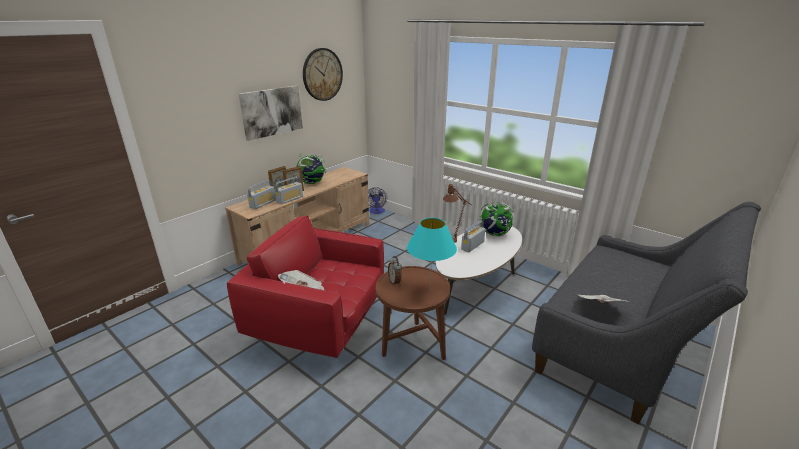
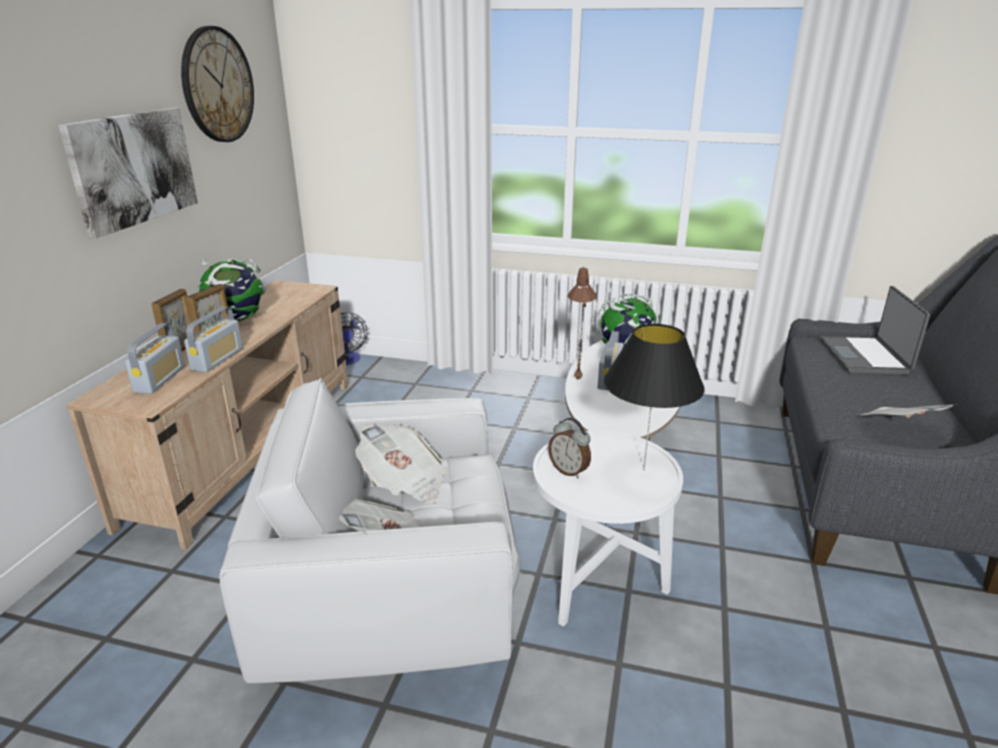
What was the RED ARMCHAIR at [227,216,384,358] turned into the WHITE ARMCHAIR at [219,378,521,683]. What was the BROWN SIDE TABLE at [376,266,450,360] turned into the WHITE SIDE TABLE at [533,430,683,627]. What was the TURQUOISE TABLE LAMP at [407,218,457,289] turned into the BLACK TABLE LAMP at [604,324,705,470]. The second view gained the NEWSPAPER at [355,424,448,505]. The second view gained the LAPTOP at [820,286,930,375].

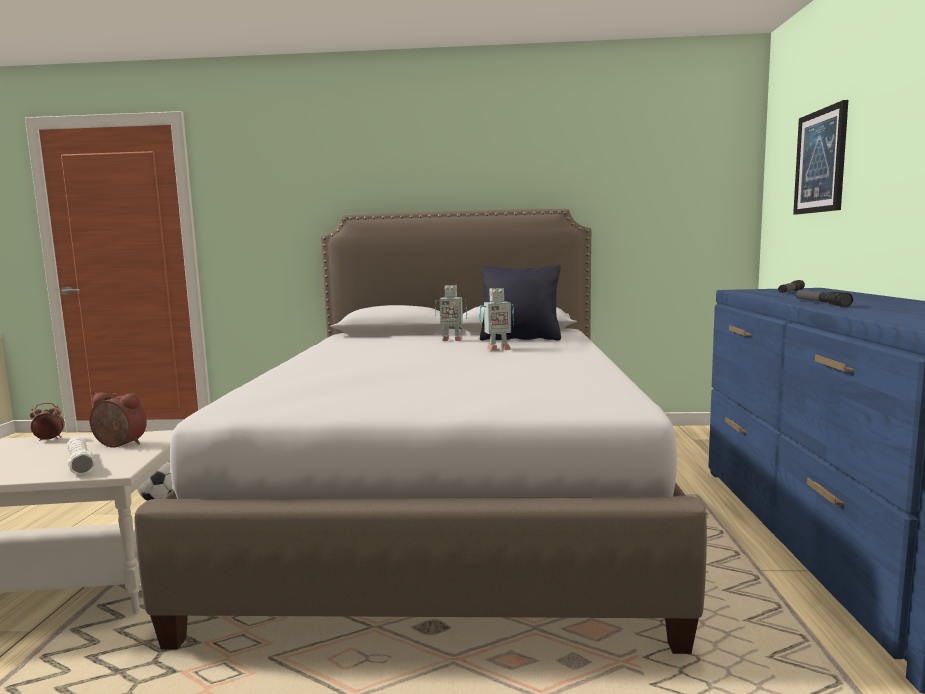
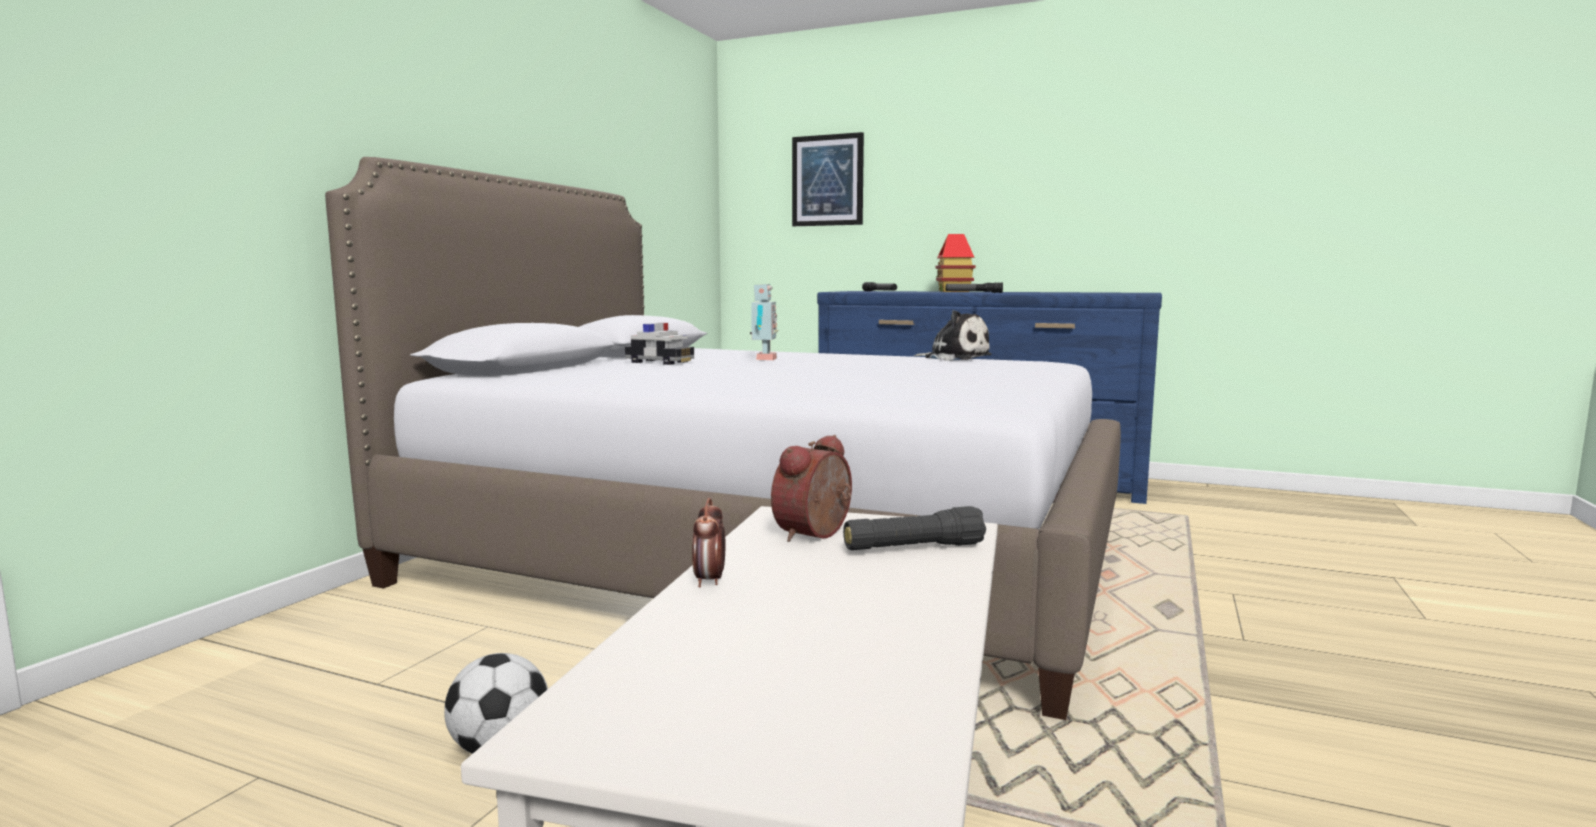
What was the WHITE FLASHLIGHT at [67,437,96,475] turned into the BLACK FLASHLIGHT at [843,506,986,550]. Where the TOY ROBOT stood at [435,285,467,341], the TOY CAR came to stand at [625,323,694,365]. The second view lost the BLACK PILLOW at [480,265,561,341]. The second view gained the PLUSH TOY at [914,310,992,361]. The second view gained the TOY HOUSE at [935,234,976,292].

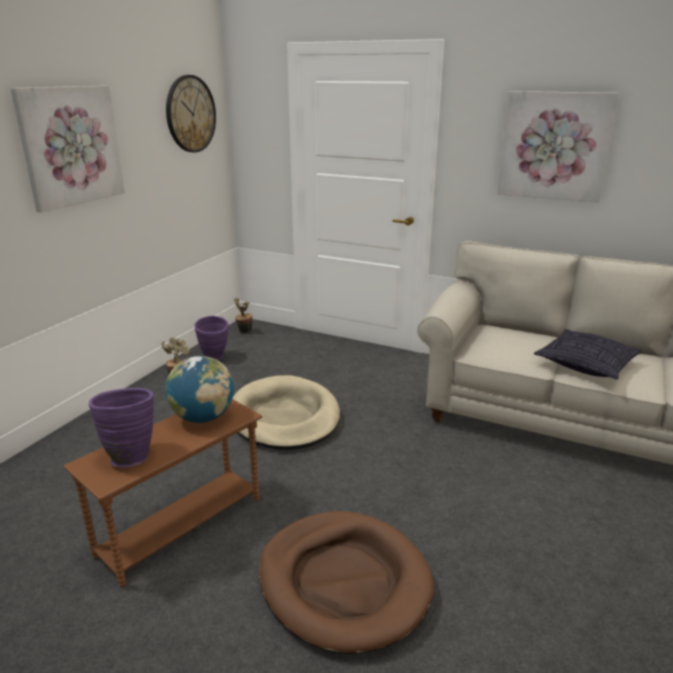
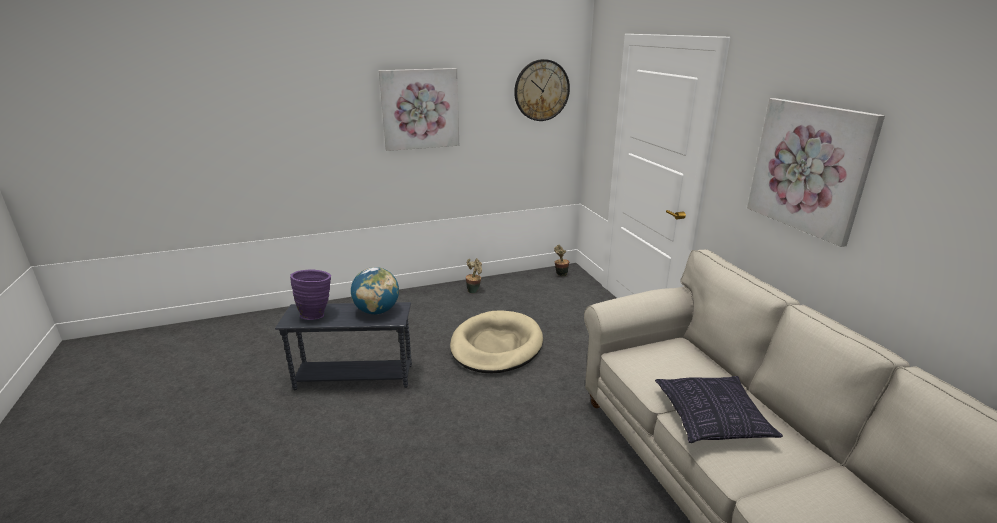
What was the BROWN SIDE TABLE at [63,399,262,587] turned into the GREY SIDE TABLE at [275,302,412,390]. The second view lost the PURPLE VASE at [194,316,229,360]. The second view lost the BROWN DOG BED at [259,511,434,654].

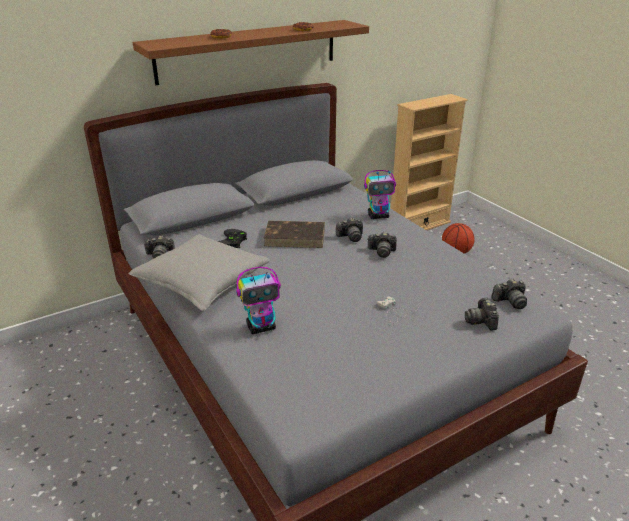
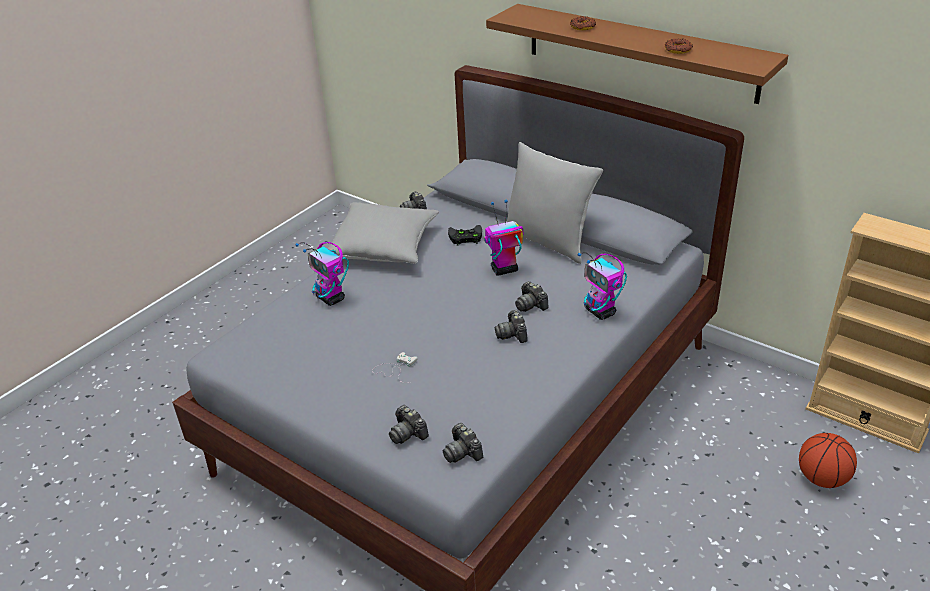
Where the BROWN BOOK stood at [264,221,325,248], the TOY ROBOT came to stand at [484,199,524,276]. The PHOTO CAMERA at [465,298,499,330] ended up facing another way, 105 degrees counterclockwise from before. The second view gained the GREY PILLOW at [507,142,603,264].

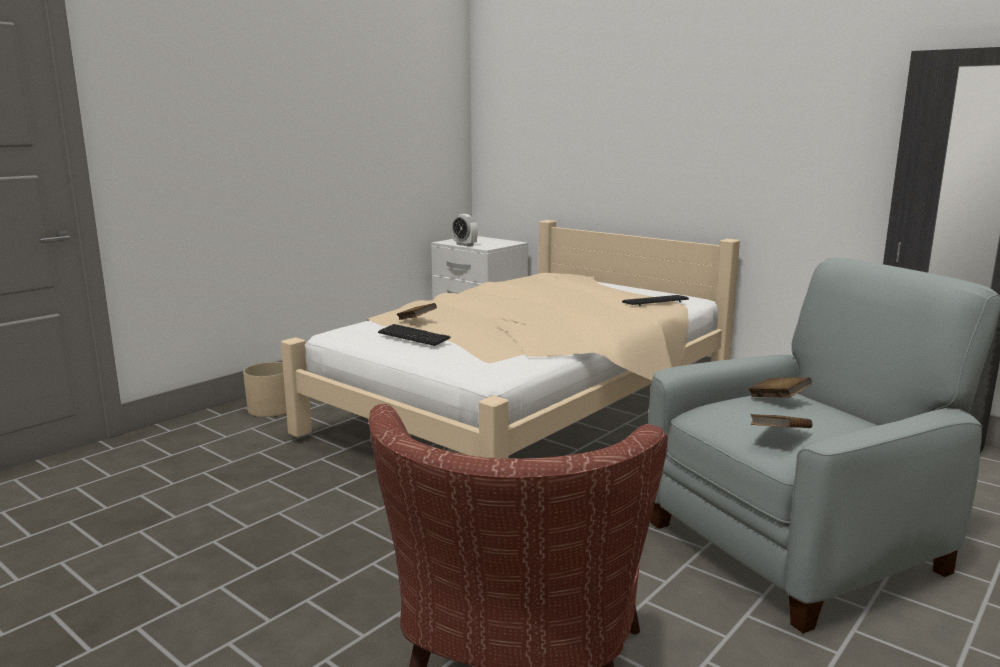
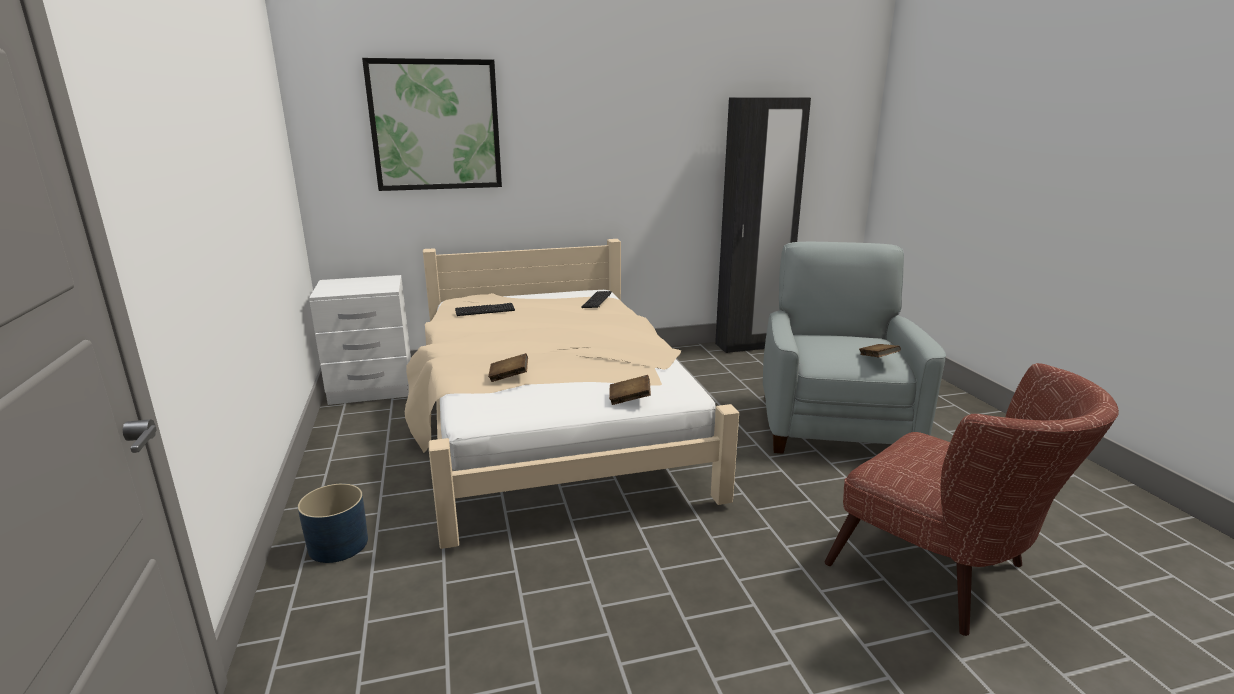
What was the BEIGE PLANTER at [243,362,286,417] turned into the BLUE PLANTER at [298,484,368,563]. The KEYBOARD ended up elsewhere, having gone from [378,324,450,346] to [455,303,515,316]. The second view lost the ALARM CLOCK at [452,214,478,246]. The BROWN BOOK ended up elsewhere, having gone from [749,377,812,398] to [609,375,651,405]. The second view gained the PICTURE at [362,58,502,191].

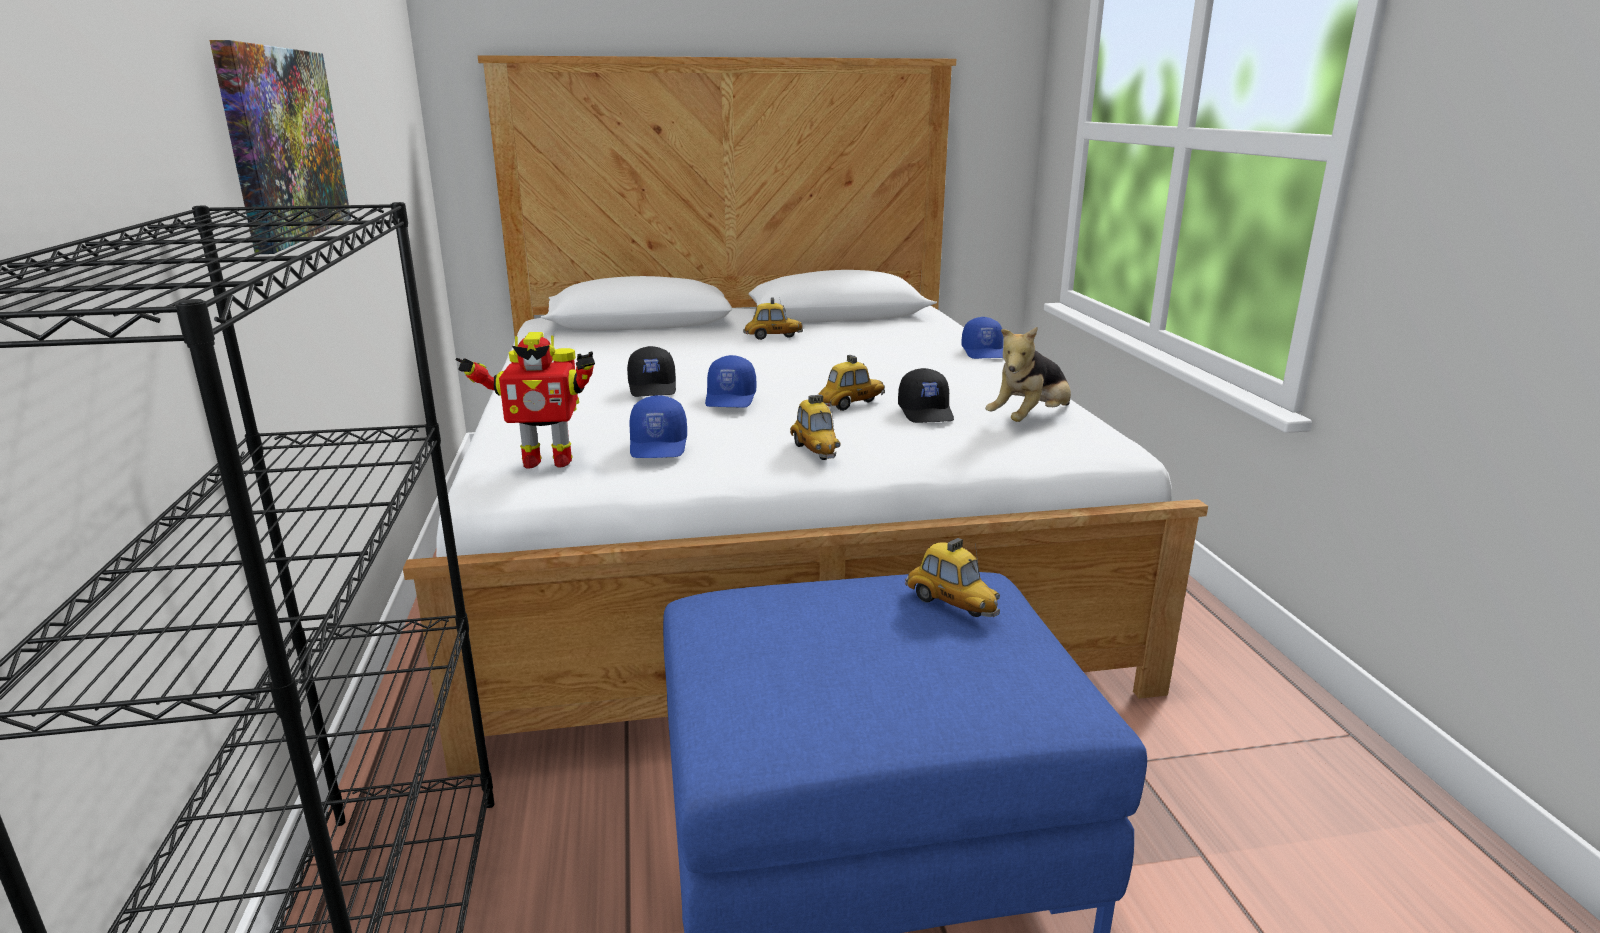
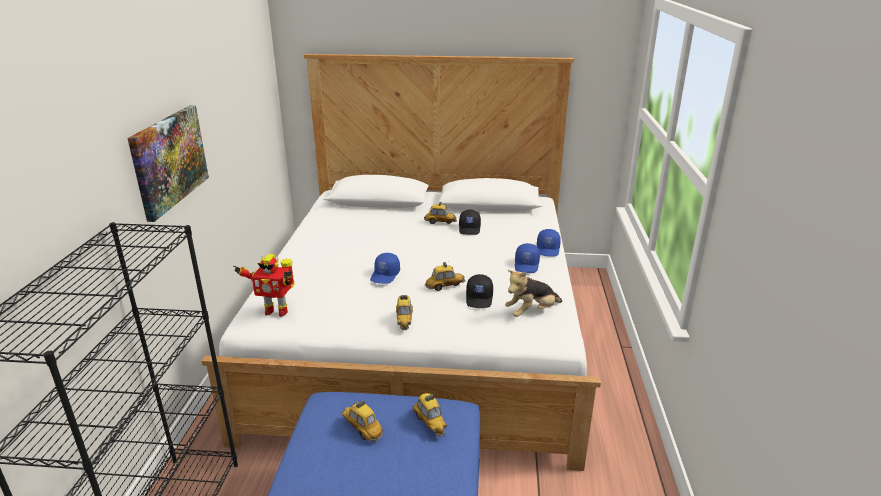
The BLACK CAP ended up elsewhere, having gone from [627,346,676,397] to [459,210,481,235]. The BLUE CAP ended up elsewhere, having gone from [629,395,687,458] to [515,243,540,273]. The second view gained the TOY CAR at [342,400,384,443].

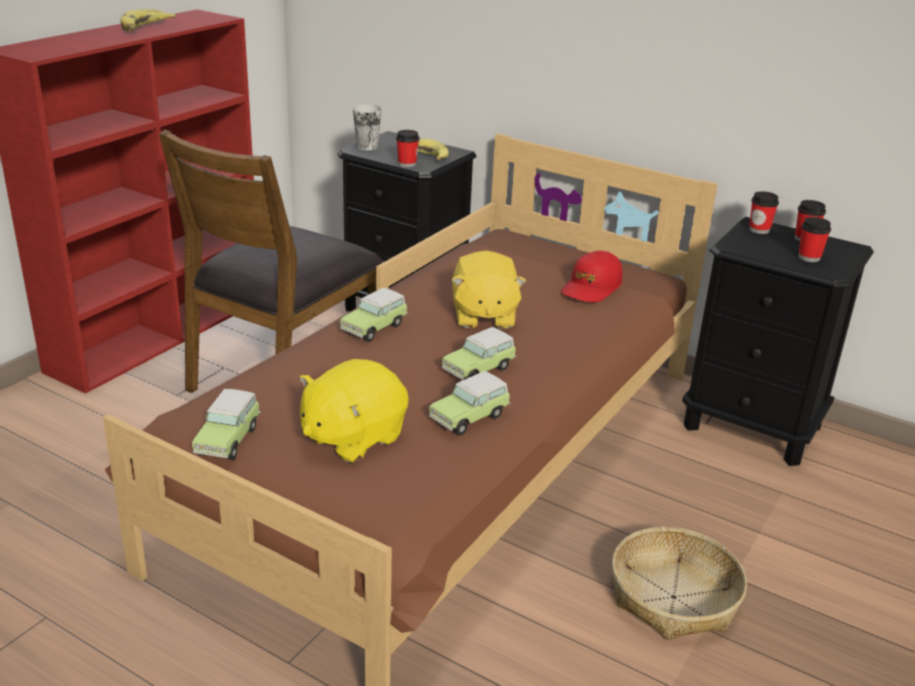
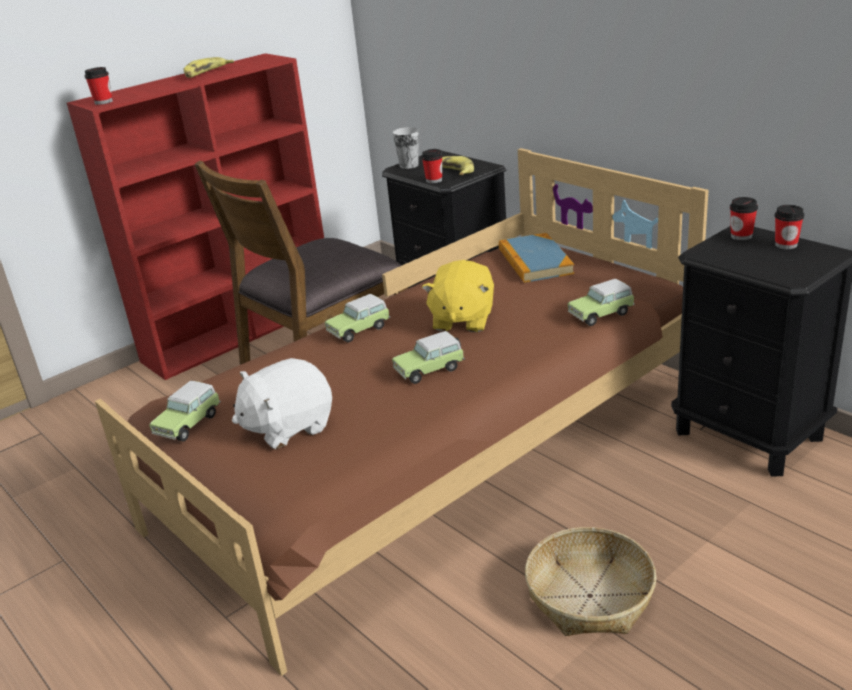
What was the YELLOW PLUSH TOY at [299,359,409,463] turned into the WHITE PLUSH TOY at [232,358,332,449]. The TOY CAR ended up elsewhere, having gone from [429,371,510,435] to [568,279,635,326]. The second view lost the RED CAP at [561,251,622,302]. The CUP ended up elsewhere, having gone from [798,217,831,262] to [85,67,113,105]. The second view gained the BOOK at [499,233,574,283].

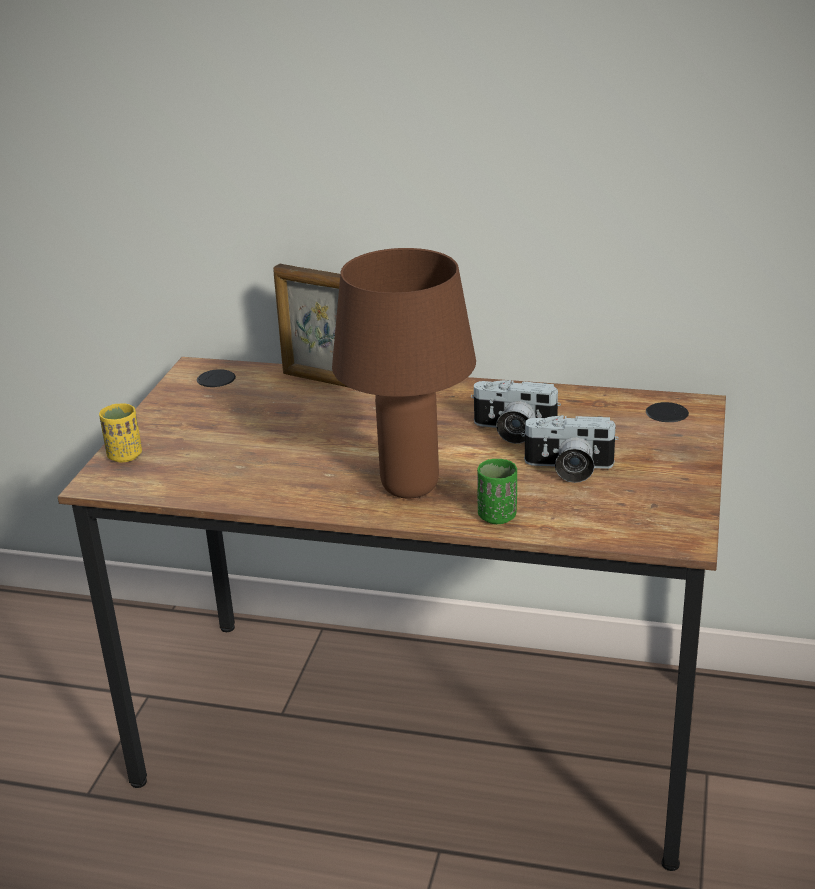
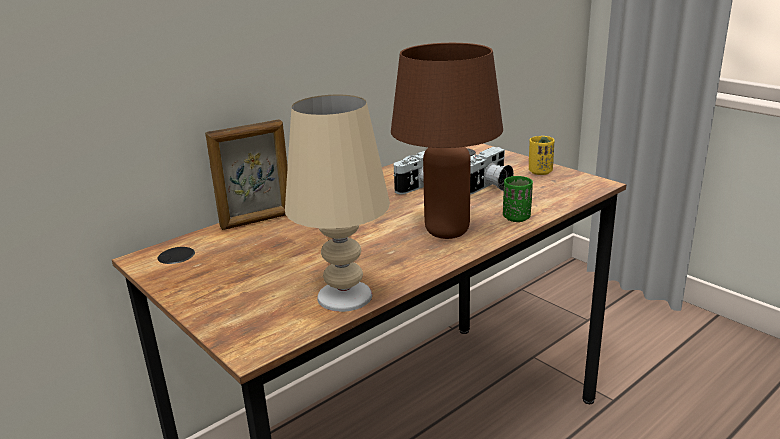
The YELLOW CUP ended up elsewhere, having gone from [99,403,142,463] to [529,136,554,175]. The second view gained the BEIGE TABLE LAMP at [285,95,390,312].

